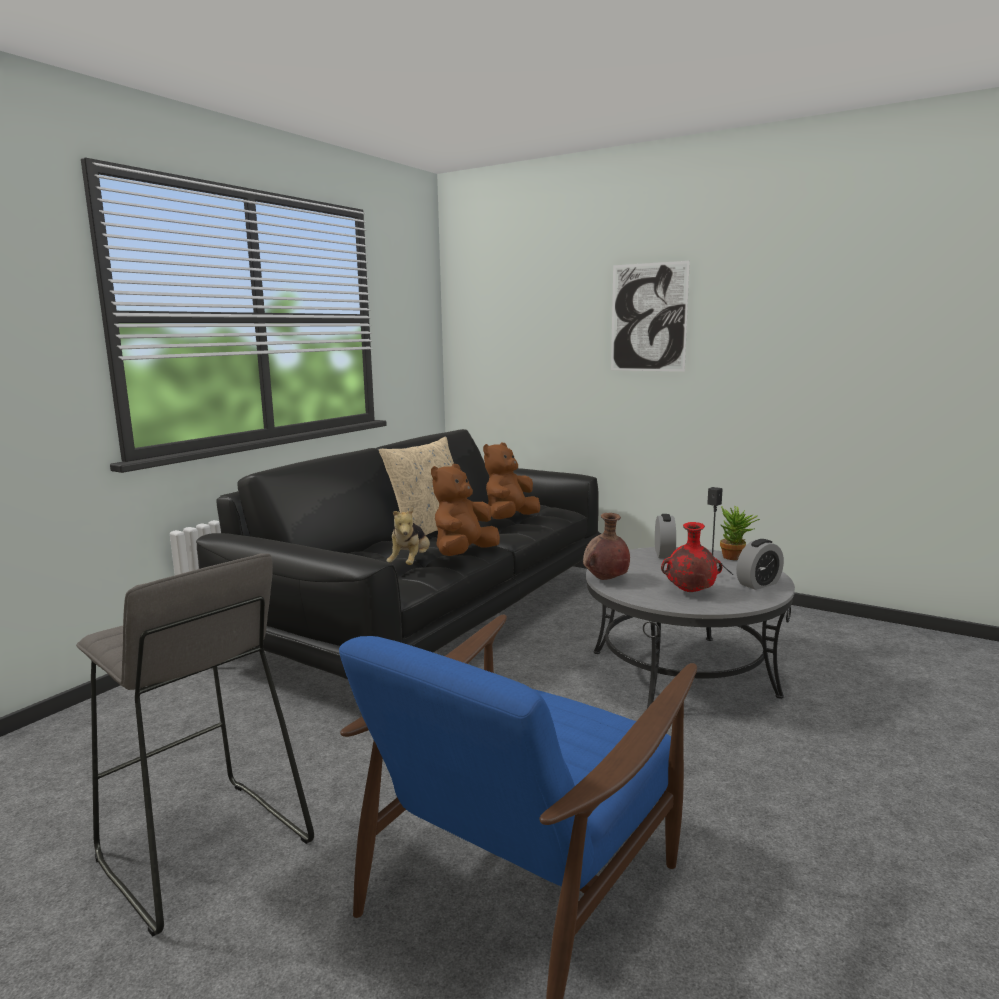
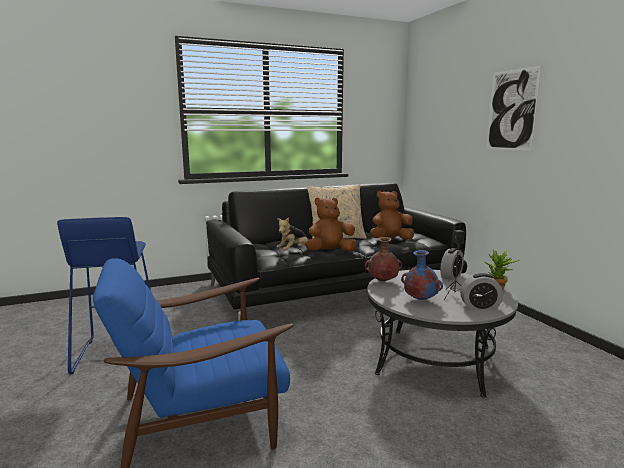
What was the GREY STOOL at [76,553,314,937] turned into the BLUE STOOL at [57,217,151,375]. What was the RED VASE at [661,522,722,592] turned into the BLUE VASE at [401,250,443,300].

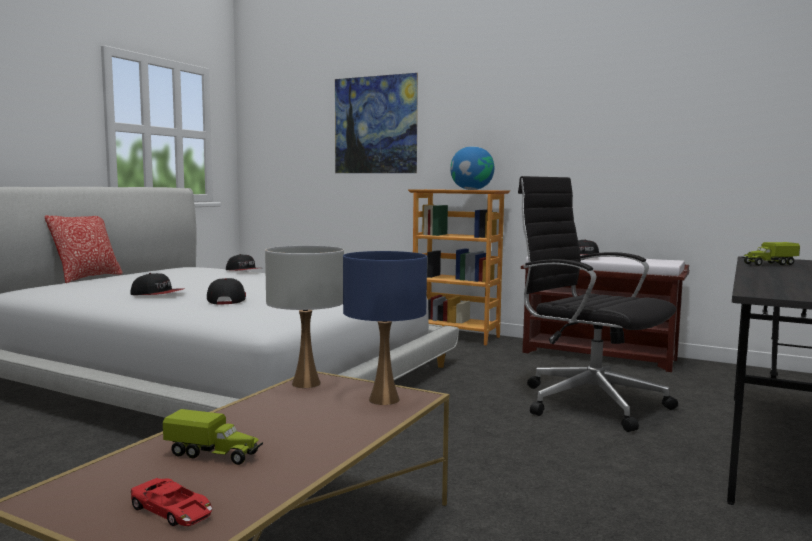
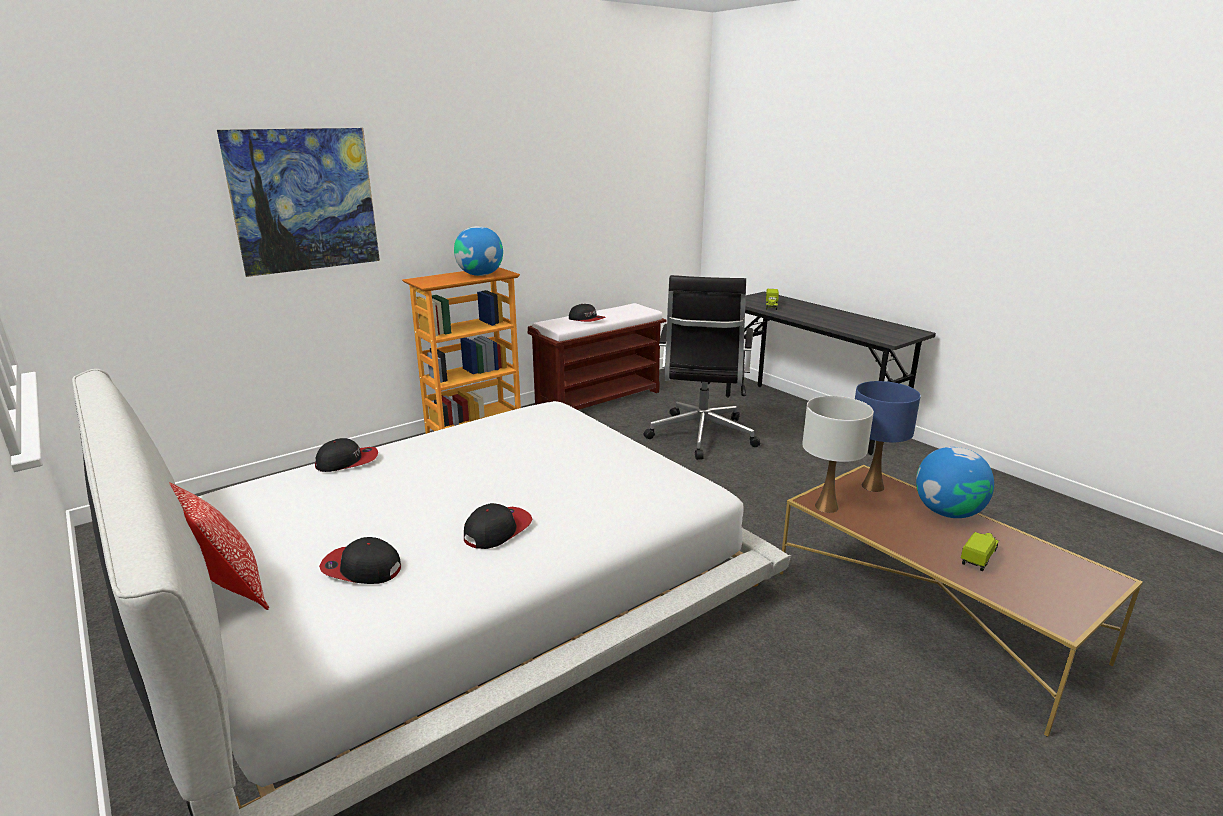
The second view lost the RED TOY CAR at [131,478,212,526]. The CAP ended up elsewhere, having gone from [207,278,246,305] to [319,537,401,584]. The BLACK OFFICE CHAIR at [518,176,678,432] ended up facing another way, 60 degrees counterclockwise from before. The second view gained the GLOBE at [916,447,994,518].

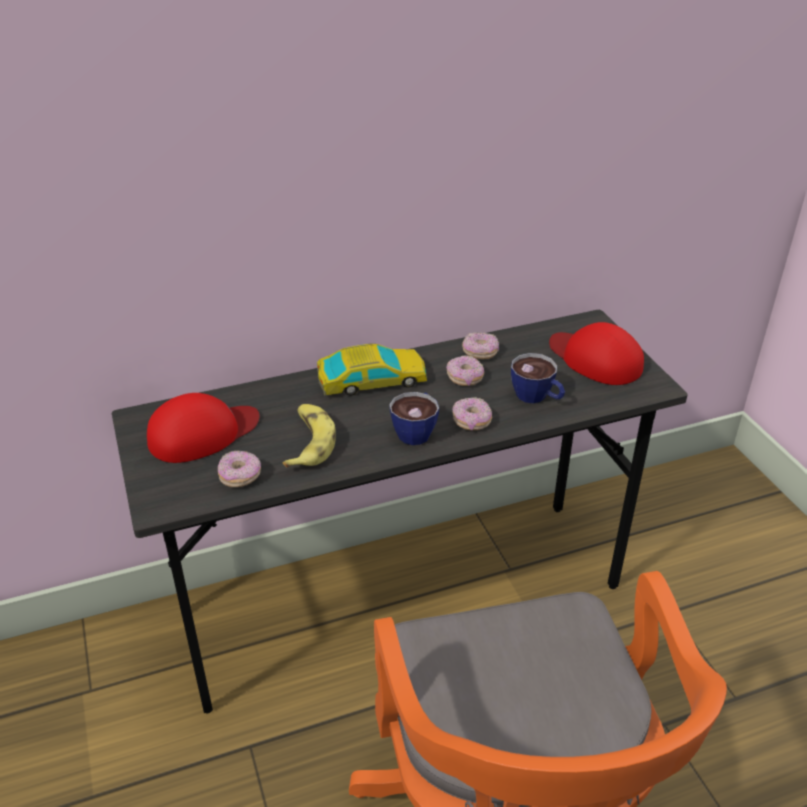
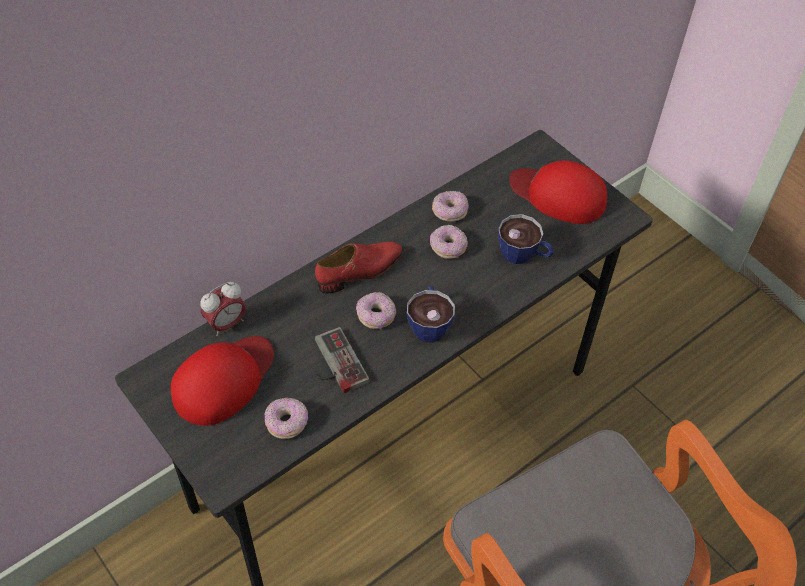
Where the BANANA stood at [283,404,336,468], the GAME CONTROLLER came to stand at [315,327,369,393]. Where the TOY CAR stood at [317,344,427,396], the RED SHOE came to stand at [315,242,403,294]. The DONUT ended up elsewhere, having gone from [453,397,492,430] to [356,292,396,329]. The second view gained the ALARM CLOCK at [200,282,246,336].

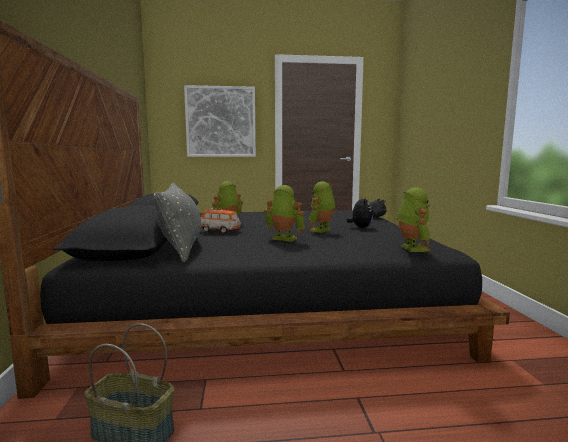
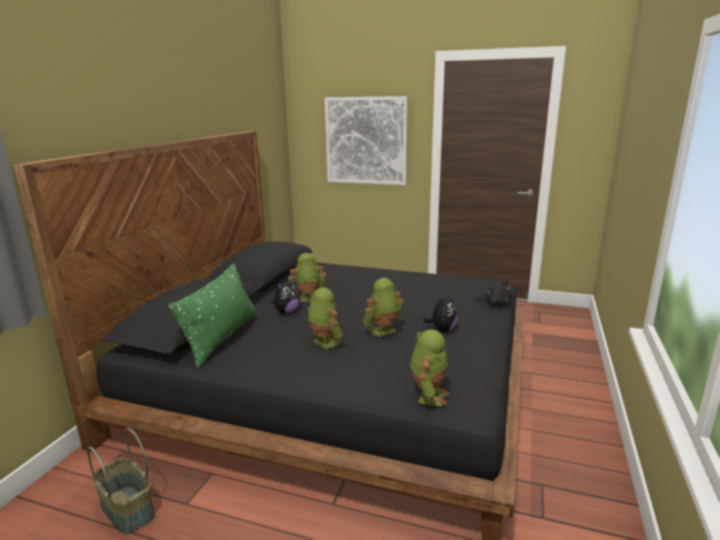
What was the GREY PILLOW at [154,183,201,263] turned into the GREEN PILLOW at [169,264,257,368]. Where the TOY CAR stood at [201,208,241,234], the PLUSH TOY came to stand at [270,277,300,314].

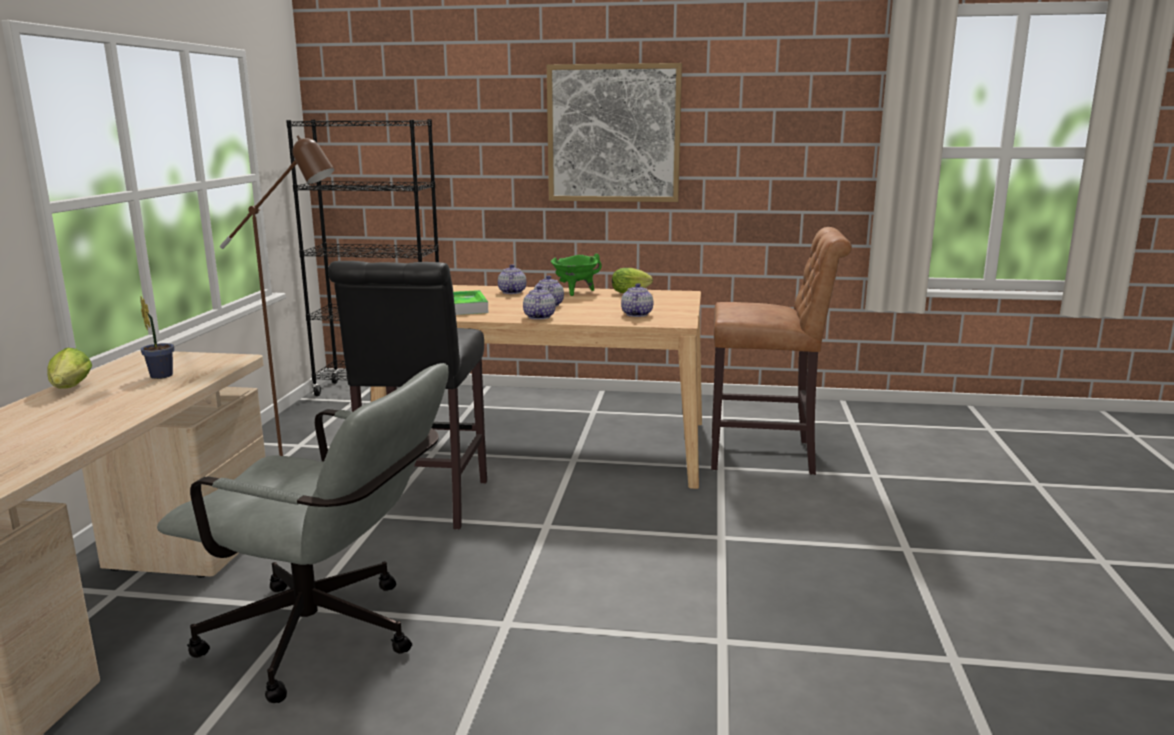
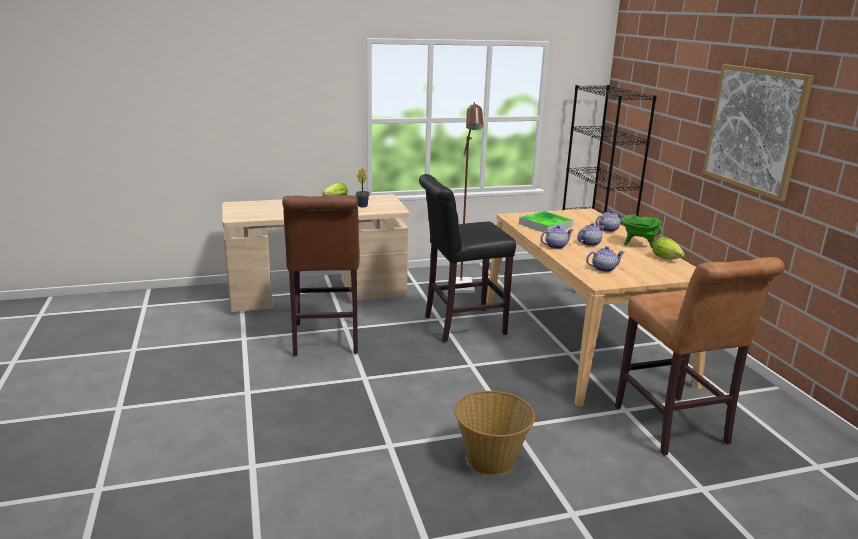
Where the GREY OFFICE CHAIR stood at [157,363,449,703], the BROWN STOOL came to stand at [282,195,360,356]. The second view gained the BASKET at [454,391,535,475].

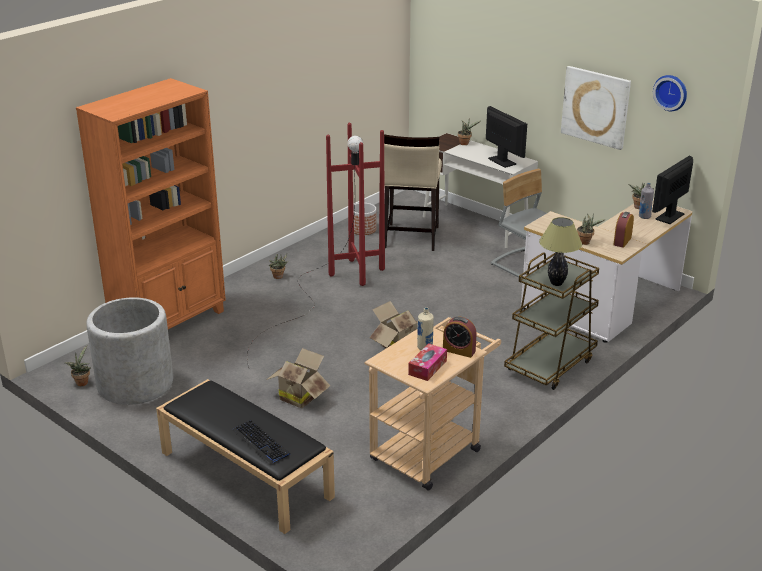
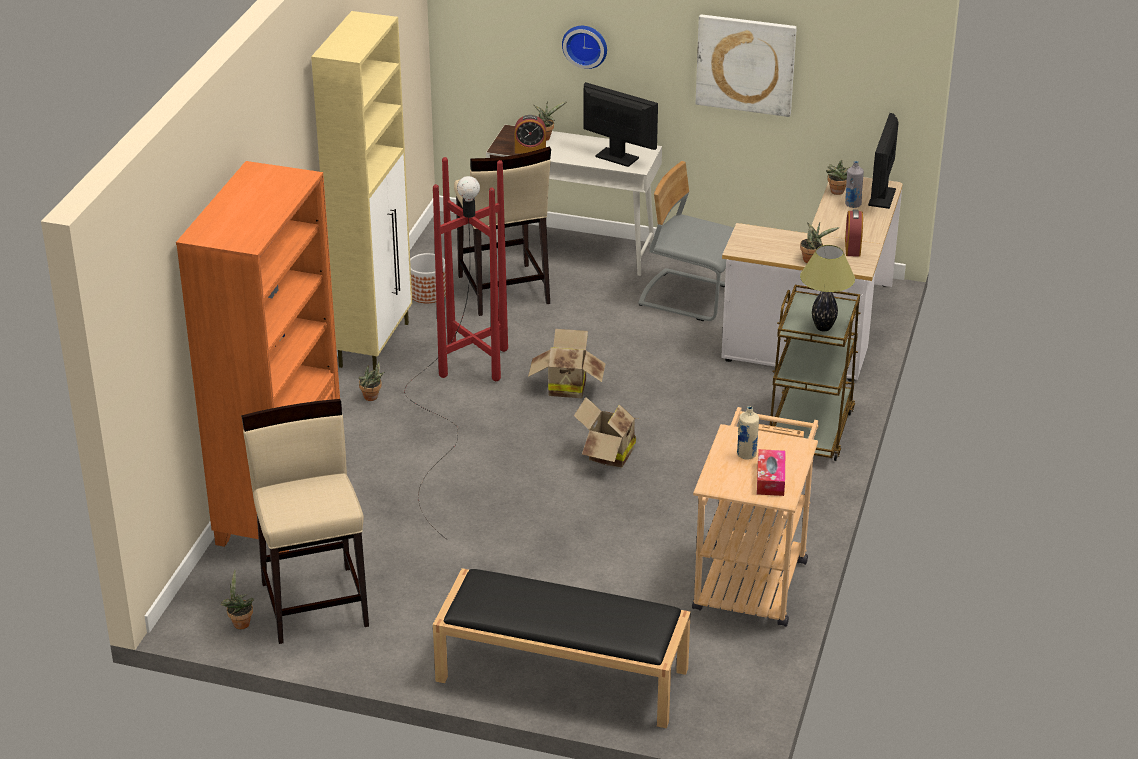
Where the GREY PLANTER stood at [86,297,173,405], the BEIGE STOOL came to stand at [241,399,369,644]. The second view lost the KEYBOARD at [232,420,290,464]. The CARDBOARD BOX ended up elsewhere, having gone from [266,348,330,408] to [528,329,605,398]. The ALARM CLOCK ended up elsewhere, having gone from [443,317,477,358] to [515,115,546,154]. The WALL CLOCK ended up elsewhere, having gone from [653,75,687,111] to [562,26,607,69]. The second view gained the BEIGE CABINET at [311,11,412,370].

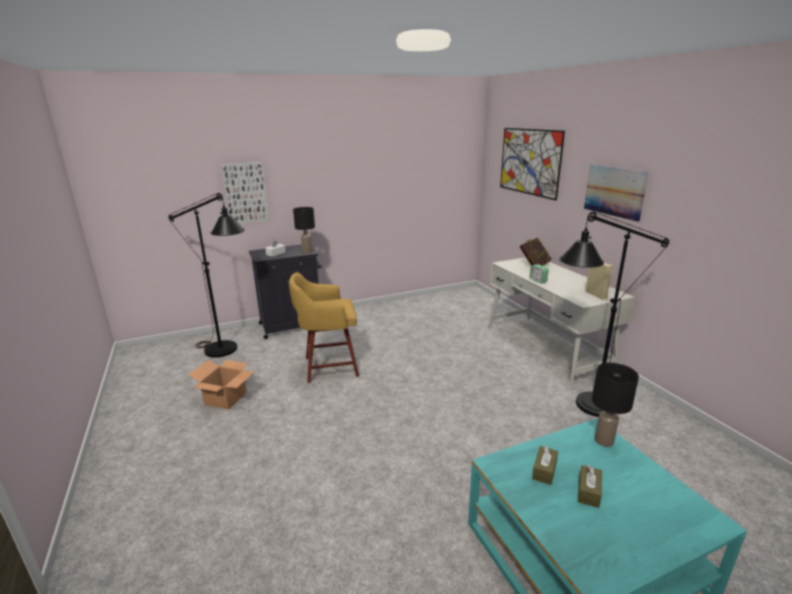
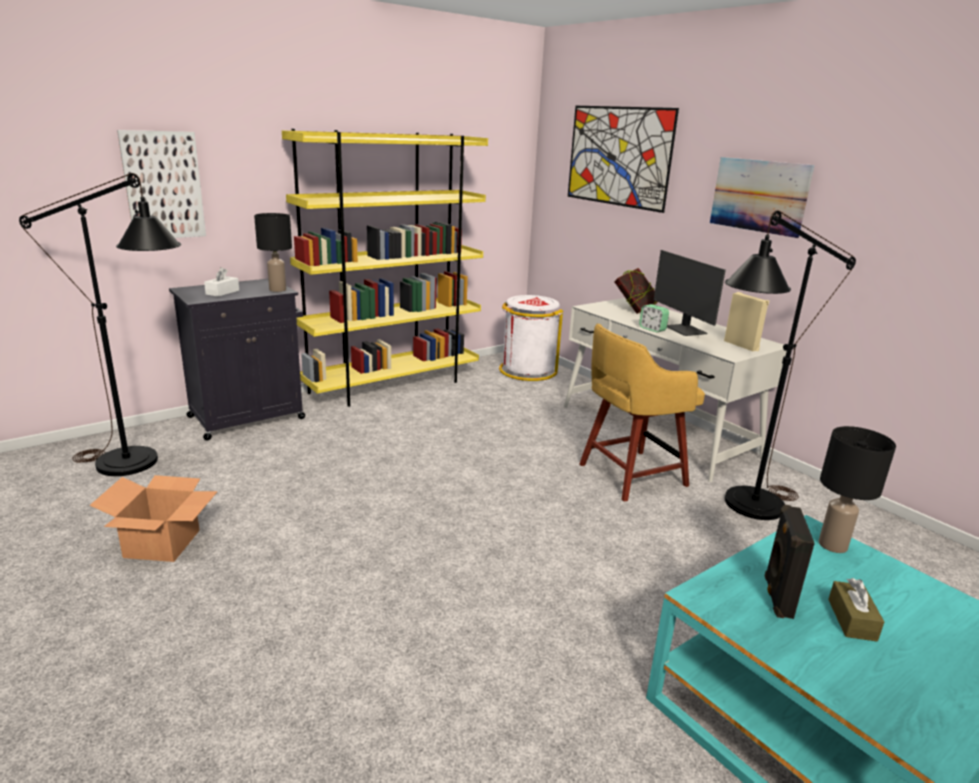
The YELLOW STOOL ended up elsewhere, having gone from [289,272,359,383] to [579,324,705,502]. Where the BROWN TISSUE BOX stood at [532,445,558,485], the BLACK SPEAKER came to stand at [765,505,815,619]. The second view gained the YELLOW BOOKCASE at [282,129,488,407]. The second view gained the WHITE TRASH CAN at [499,295,563,381]. The second view gained the MONITOR at [654,250,726,336].

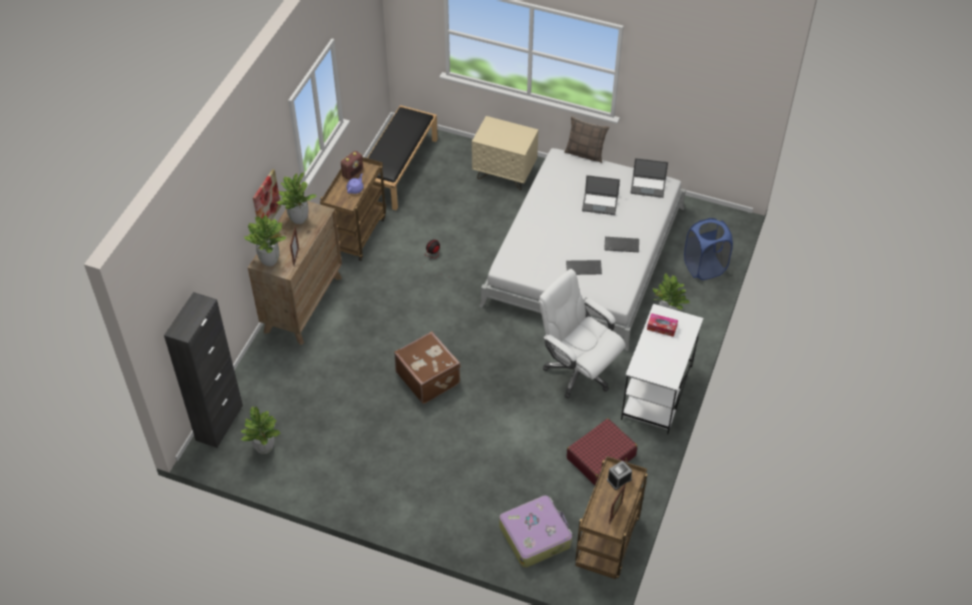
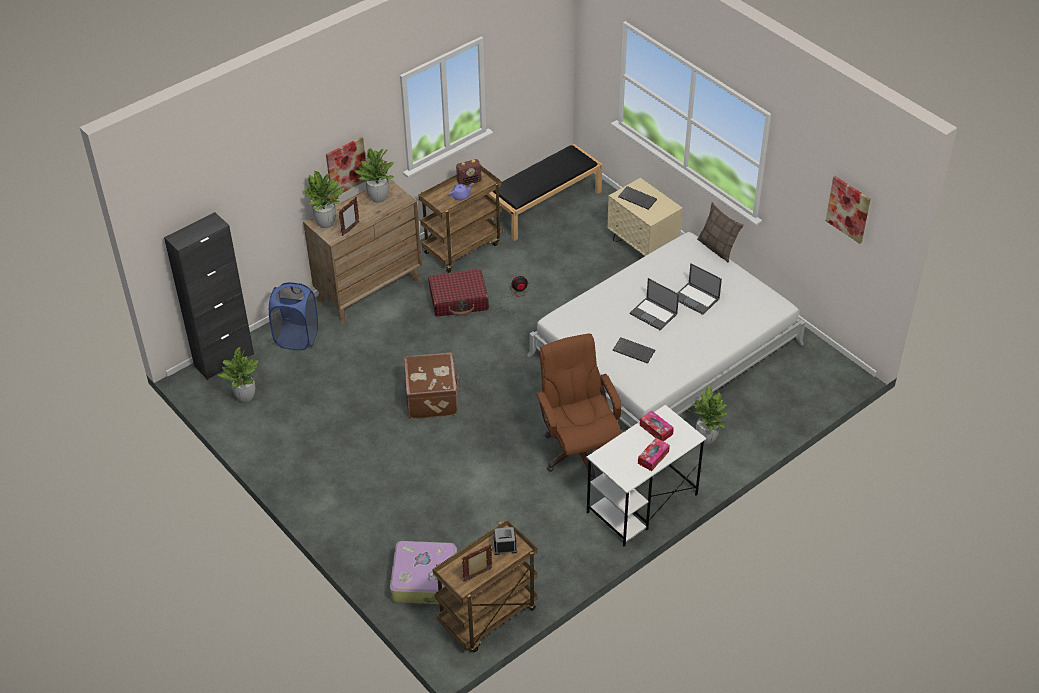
What was the WHITE OFFICE CHAIR at [539,269,626,399] turned into the BROWN OFFICE CHAIR at [536,334,622,481]. The RED SUITCASE ended up elsewhere, having gone from [567,418,637,485] to [428,269,489,317]. The KEYBOARD ended up elsewhere, having gone from [604,237,639,252] to [618,186,657,210]. The LAPTOP ended up elsewhere, having gone from [630,158,668,198] to [630,278,679,330]. The BLUE LAUNDRY BASKET ended up elsewhere, having gone from [684,218,733,280] to [269,282,318,350]. The second view gained the TISSUE BOX at [638,438,670,471]. The second view gained the PICTURE at [826,176,871,244].

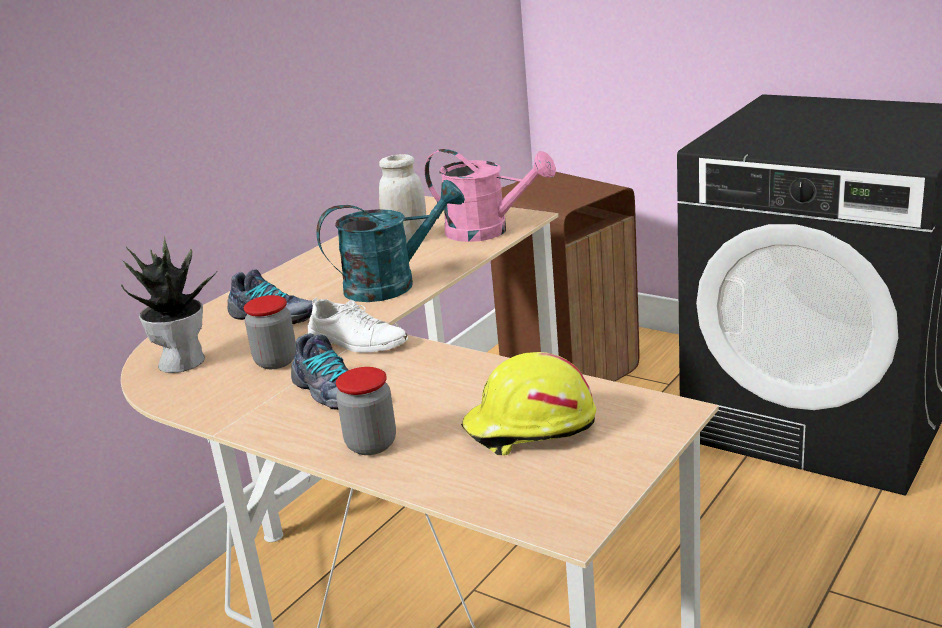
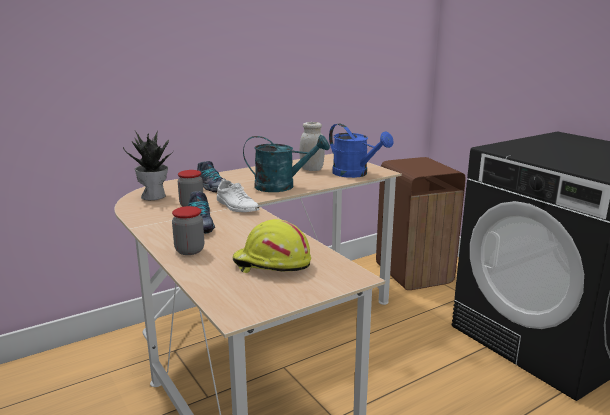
What was the PINK WATERING CAN at [425,149,556,242] turned into the BLUE WATERING CAN at [329,124,394,178].

